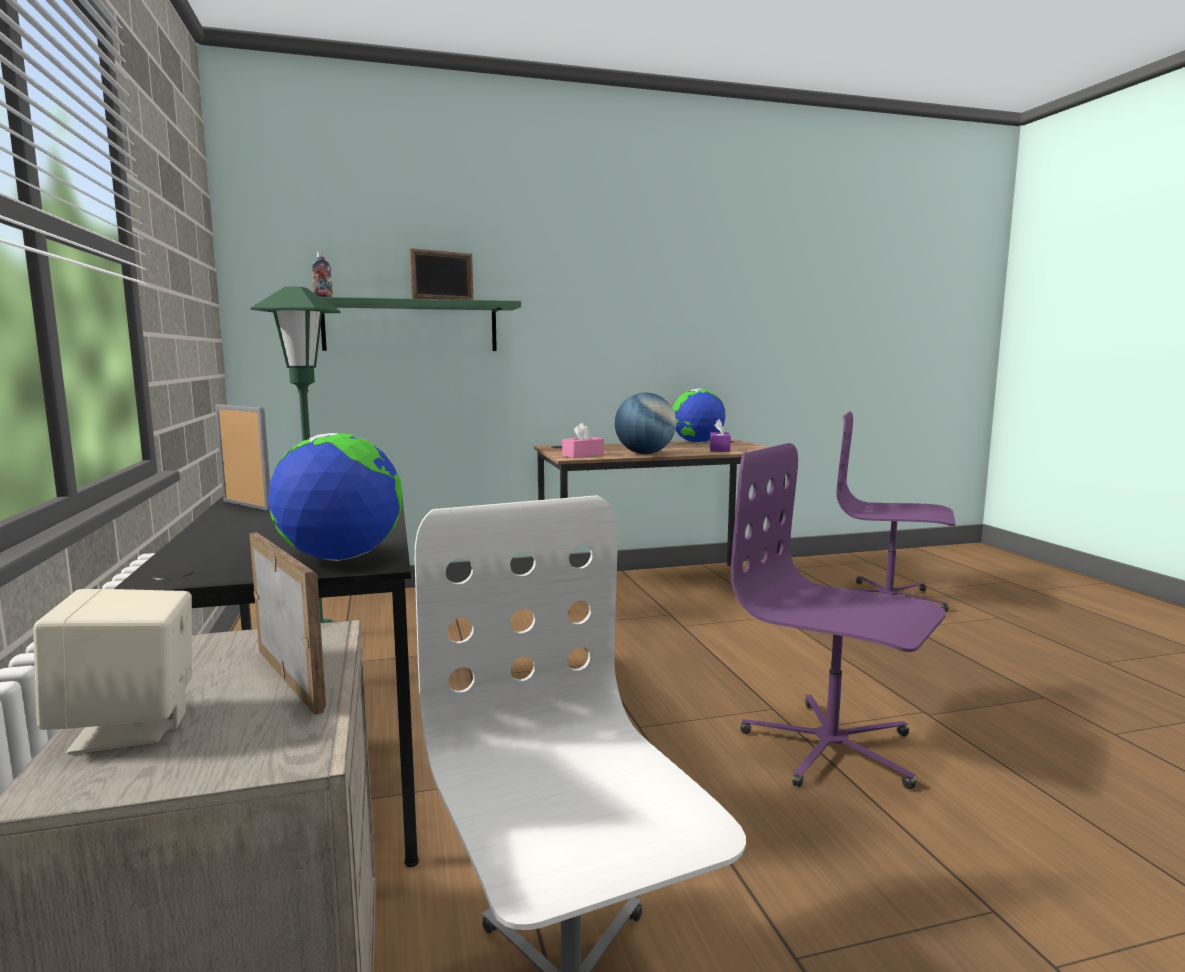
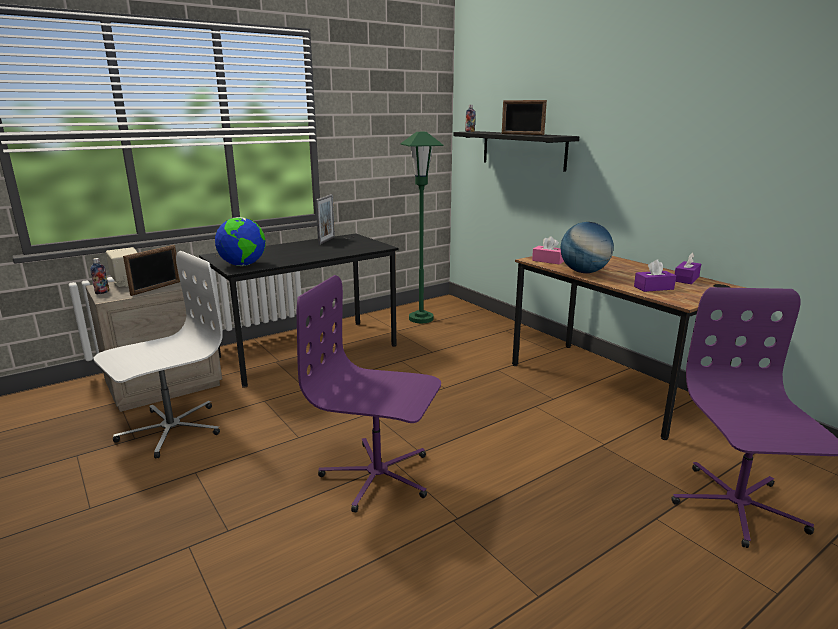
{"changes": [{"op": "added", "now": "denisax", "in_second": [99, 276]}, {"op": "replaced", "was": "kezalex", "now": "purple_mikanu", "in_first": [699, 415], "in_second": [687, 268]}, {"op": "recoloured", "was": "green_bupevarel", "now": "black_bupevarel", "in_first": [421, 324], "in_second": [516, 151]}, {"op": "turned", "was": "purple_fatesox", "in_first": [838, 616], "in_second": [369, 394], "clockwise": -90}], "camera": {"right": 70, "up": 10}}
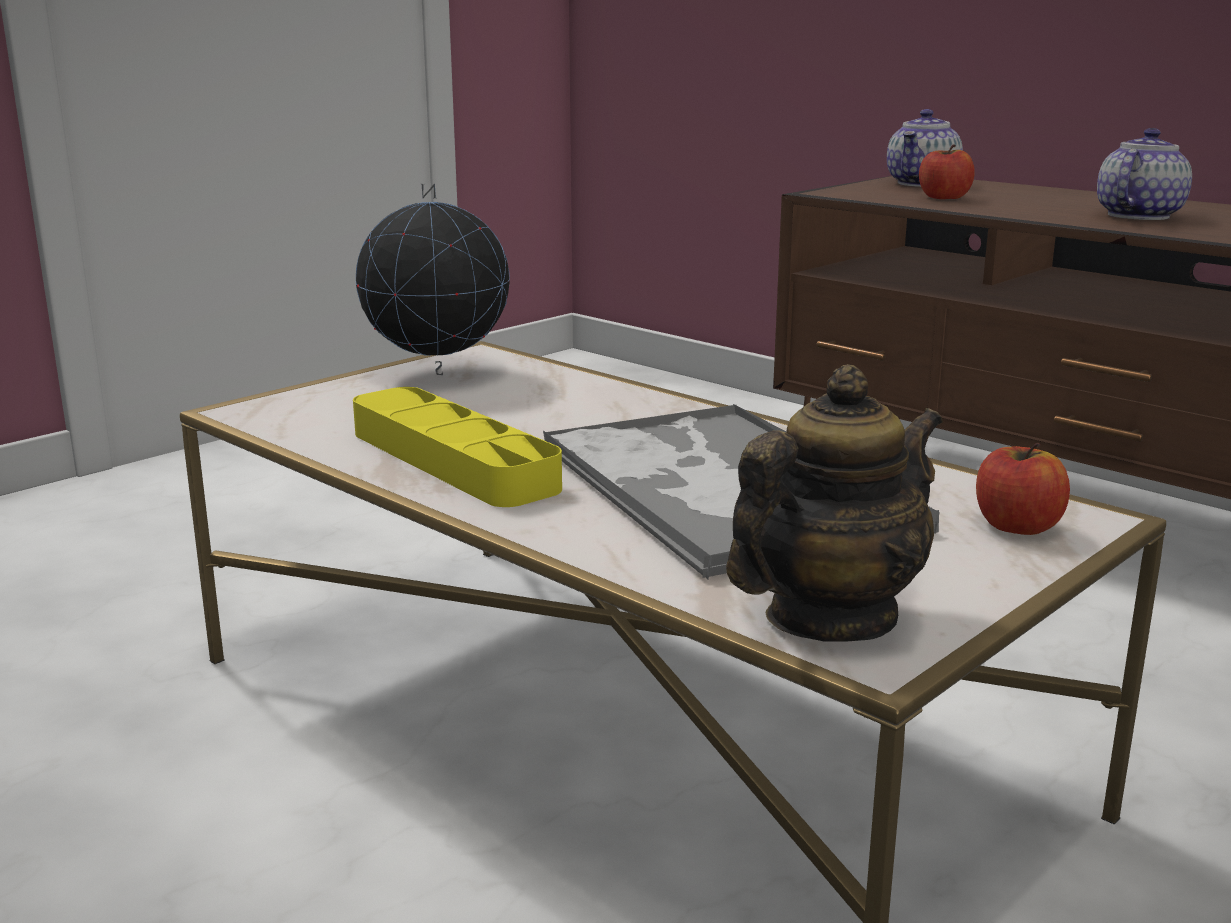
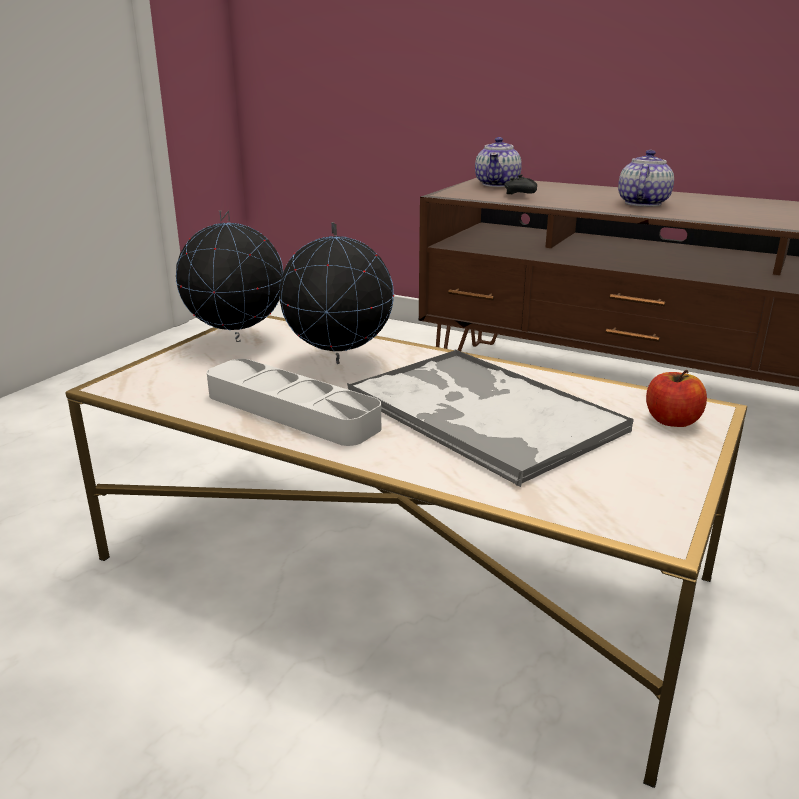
{"changes": [{"op": "removed", "was": "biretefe", "in_first": [834, 503]}, {"op": "added", "now": "kezalex", "in_second": [336, 293]}, {"op": "replaced", "was": "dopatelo", "now": "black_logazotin", "in_first": [947, 171], "in_second": [520, 184]}, {"op": "recoloured", "was": "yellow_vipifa", "now": "grey_vipifa", "in_first": [457, 447], "in_second": [294, 402]}], "camera": {"right": -15, "up": 5}}
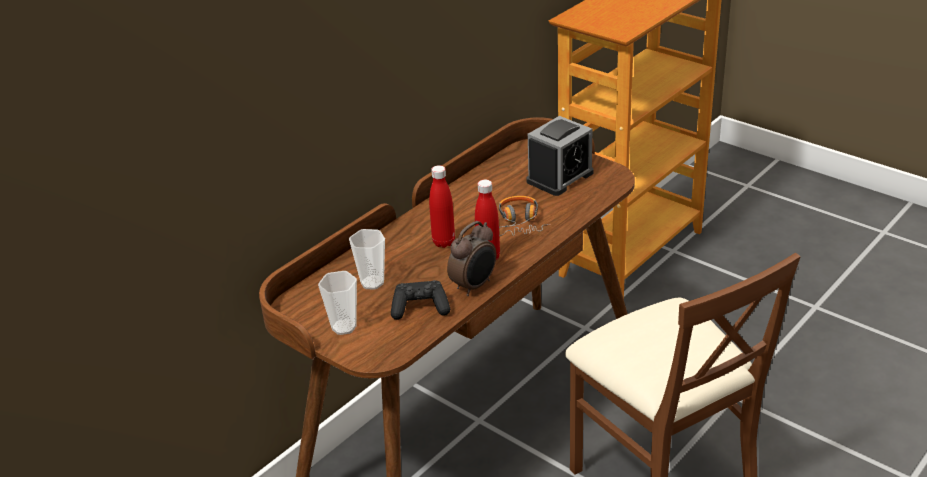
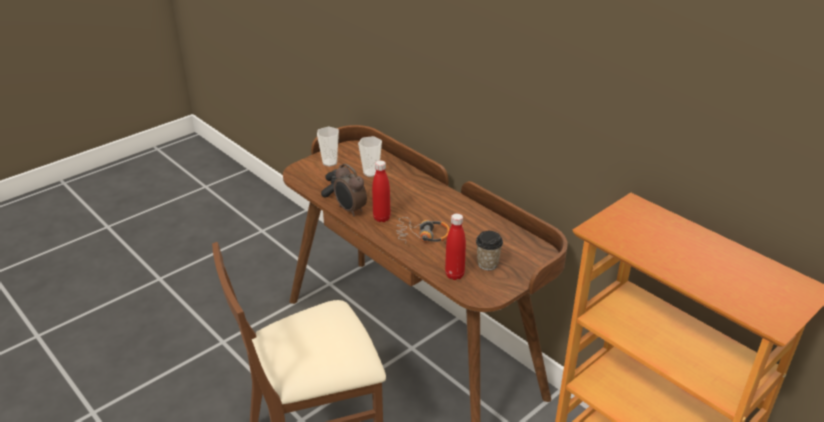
{"changes": [{"op": "moved", "was": "red_denisax", "in_first": [442, 206], "in_second": [455, 246]}, {"op": "replaced", "was": "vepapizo", "now": "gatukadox", "in_first": [560, 156], "in_second": [489, 250]}], "camera": {"right": 95, "up": 0}}
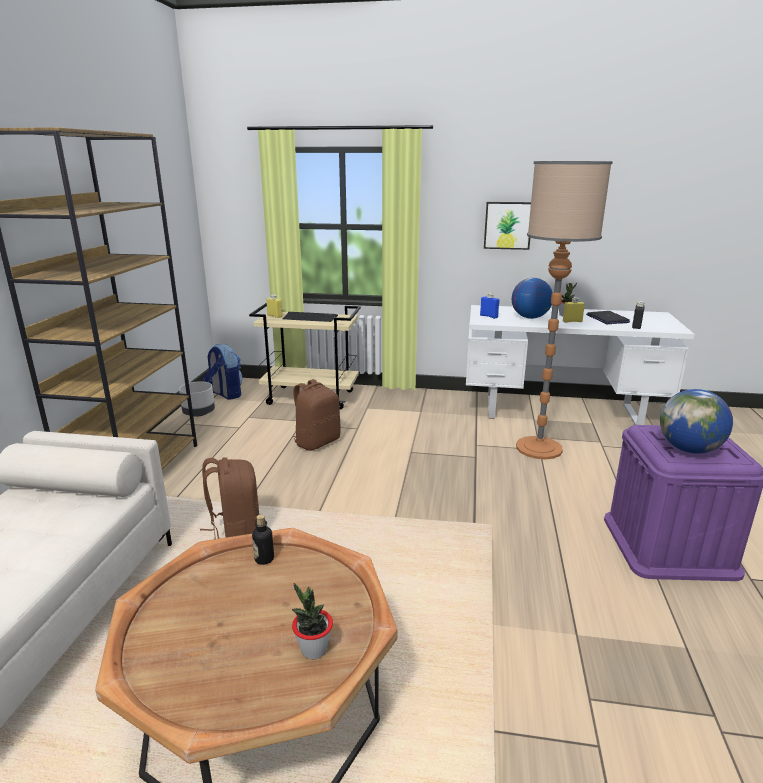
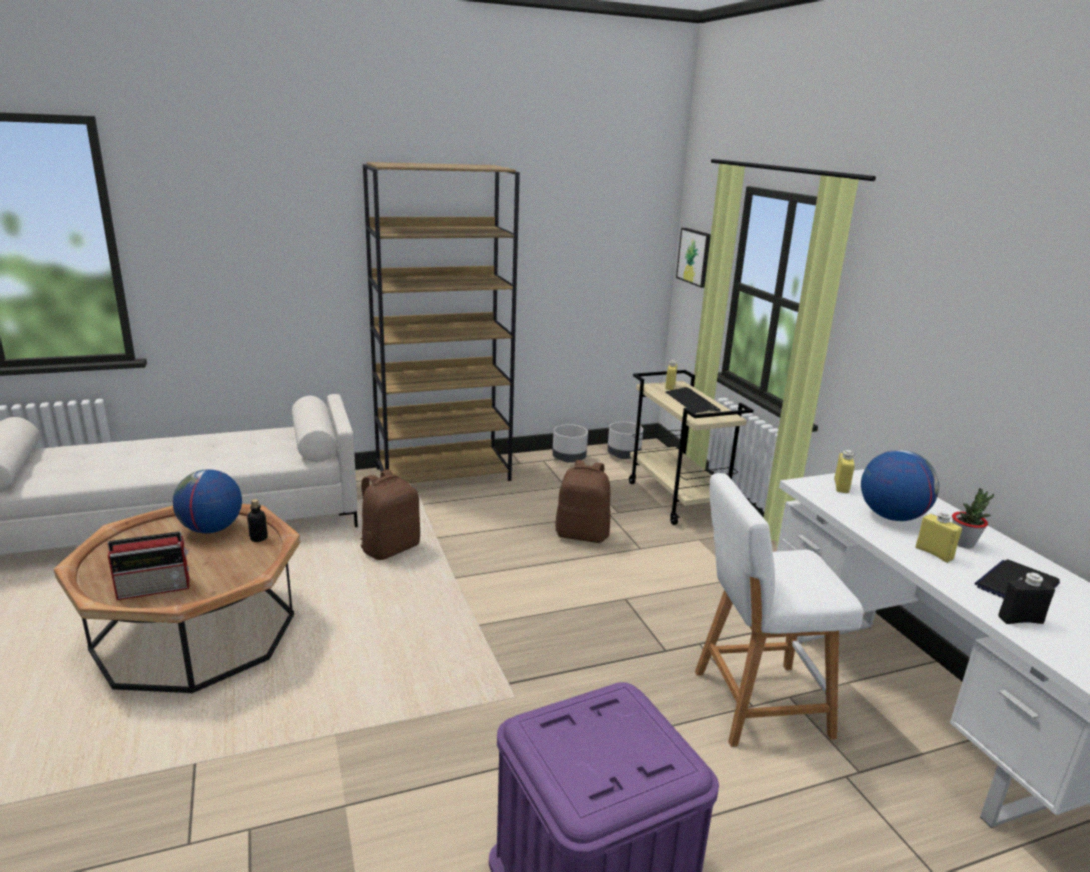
{"changes": [{"op": "moved", "was": "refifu", "in_first": [507, 226], "in_second": [693, 258]}, {"op": "moved", "was": "kezalex", "in_first": [696, 421], "in_second": [207, 501]}, {"op": "replaced", "was": "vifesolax", "now": "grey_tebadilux", "in_first": [223, 372], "in_second": [625, 440]}, {"op": "replaced", "was": "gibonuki", "now": "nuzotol", "in_first": [312, 621], "in_second": [148, 565]}, {"op": "replaced", "was": "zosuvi", "now": "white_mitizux", "in_first": [564, 310], "in_second": [779, 610]}, {"op": "recoloured", "was": "blue_denisax", "now": "yellow_denisax", "in_first": [489, 306], "in_second": [844, 471]}], "camera": {"right": 60, "up": 0}}
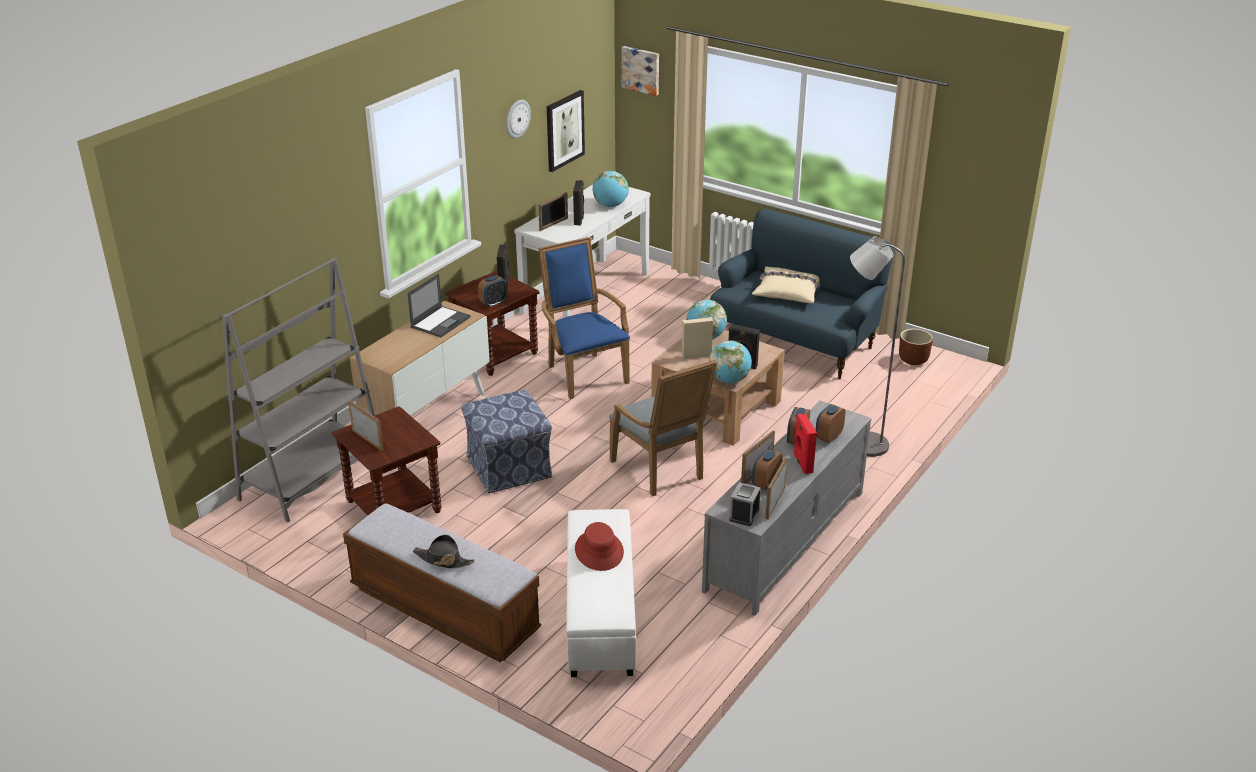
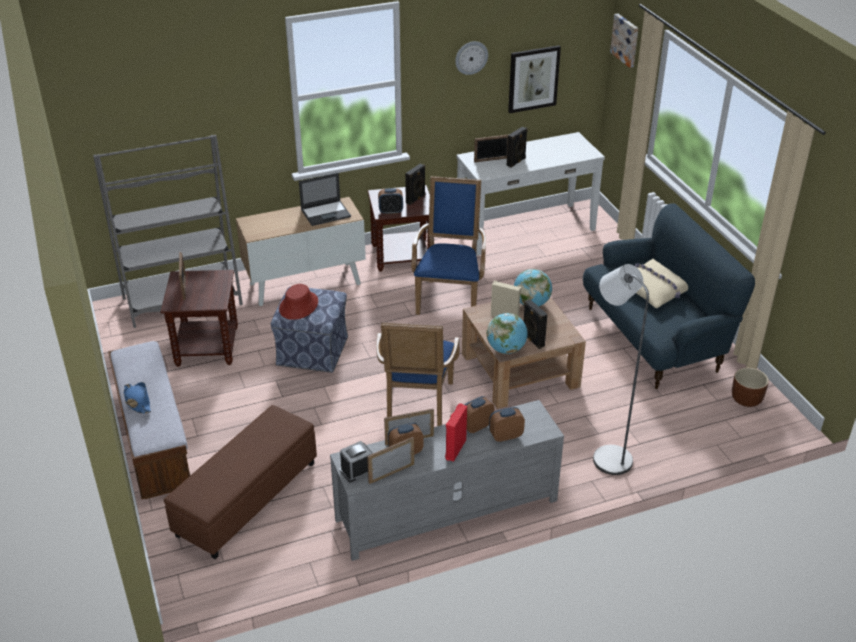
{"changes": [{"op": "removed", "was": "kezalex", "in_first": [610, 189]}, {"op": "moved", "was": "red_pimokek", "in_first": [599, 546], "in_second": [298, 302]}, {"op": "recoloured", "was": "black_pimokek", "now": "blue_pimokek", "in_first": [443, 552], "in_second": [137, 398]}, {"op": "recoloured", "was": "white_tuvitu", "now": "brown_tuvitu", "in_first": [601, 593], "in_second": [240, 482]}, {"op": "recoloured", "was": "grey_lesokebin", "now": "blue_lesokebin", "in_first": [663, 428], "in_second": [418, 374]}], "camera": {"right": 35, "up": 5}}
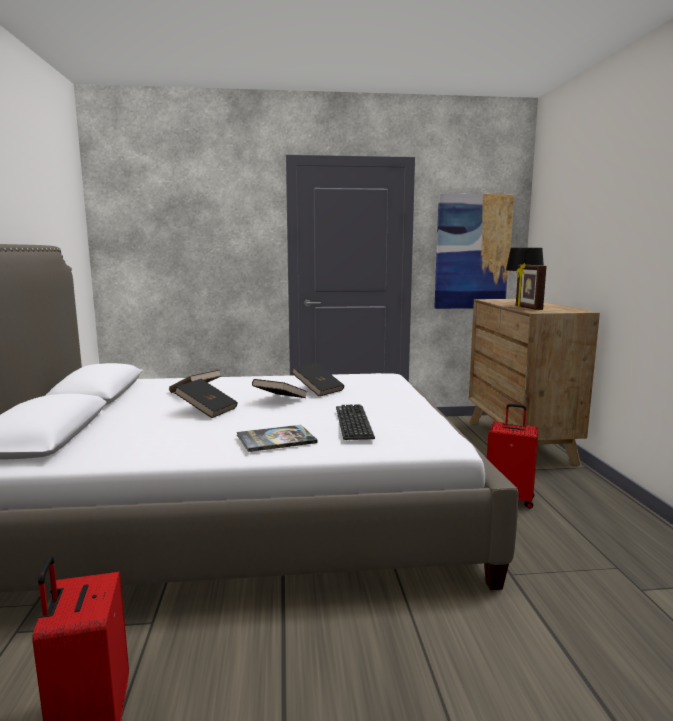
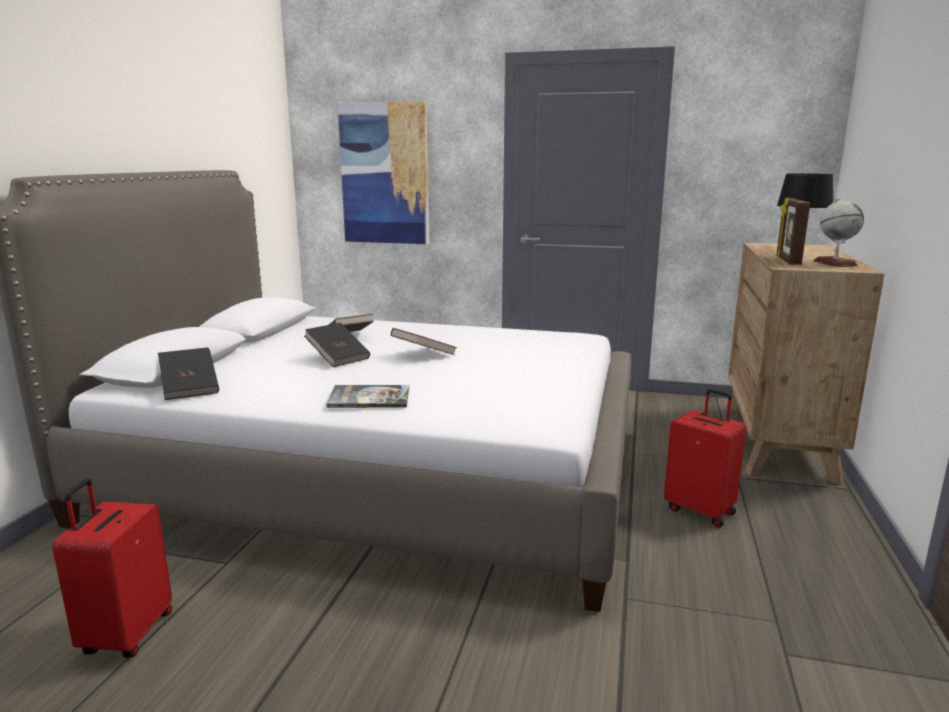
{"changes": [{"op": "removed", "was": "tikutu", "in_first": [355, 422]}, {"op": "added", "now": "kezalex", "in_second": [839, 232]}, {"op": "moved", "was": "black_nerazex", "in_first": [318, 379], "in_second": [188, 373]}, {"op": "moved", "was": "refifu", "in_first": [474, 251], "in_second": [383, 172]}], "camera": {"right": 20, "up": 5}}
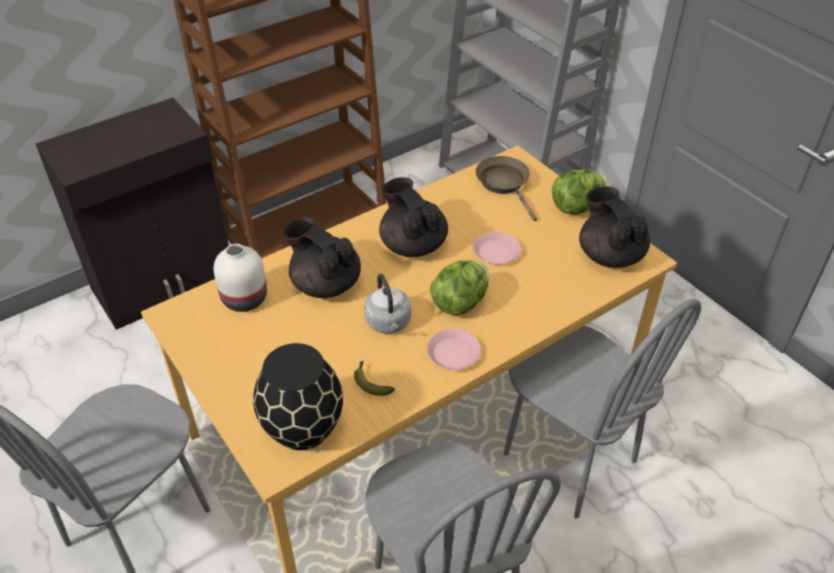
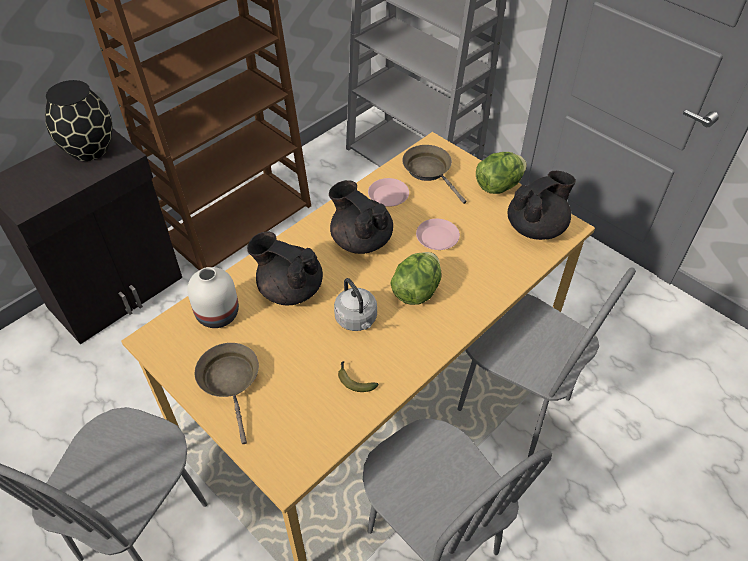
{"changes": [{"op": "added", "now": "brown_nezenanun", "in_second": [227, 393]}, {"op": "moved", "was": "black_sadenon", "in_first": [298, 396], "in_second": [78, 120]}, {"op": "moved", "was": "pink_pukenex", "in_first": [454, 349], "in_second": [388, 192]}, {"op": "turned", "was": "black_biretefe", "in_first": [614, 227], "in_second": [542, 205], "clockwise": 90}], "camera": {"right": -10, "up": 5}}
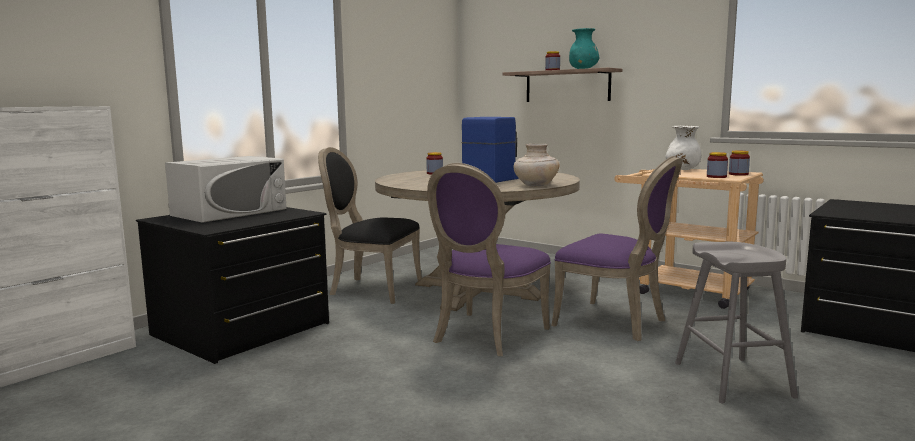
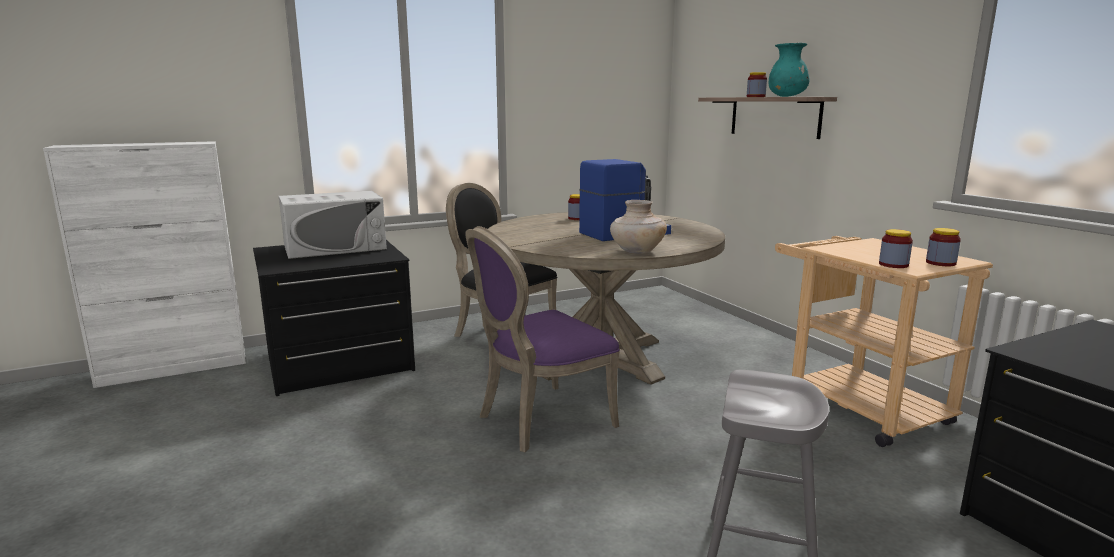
{"changes": [{"op": "removed", "was": "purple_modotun", "in_first": [617, 248]}, {"op": "removed", "was": "white_sadenon", "in_first": [683, 148]}], "camera": {"right": 25, "up": 5}}
